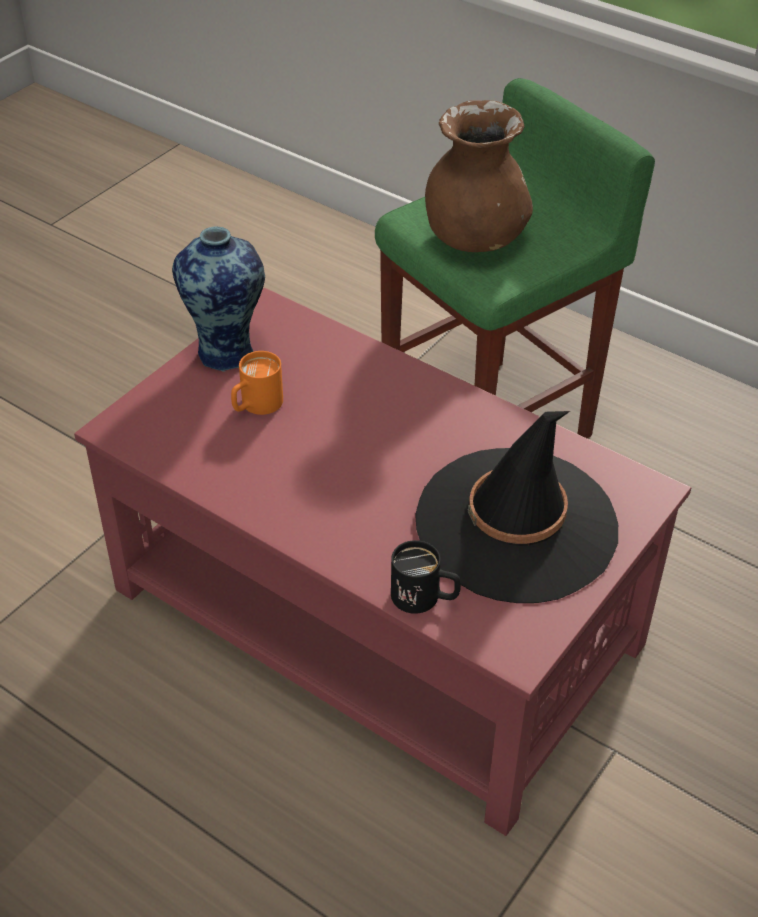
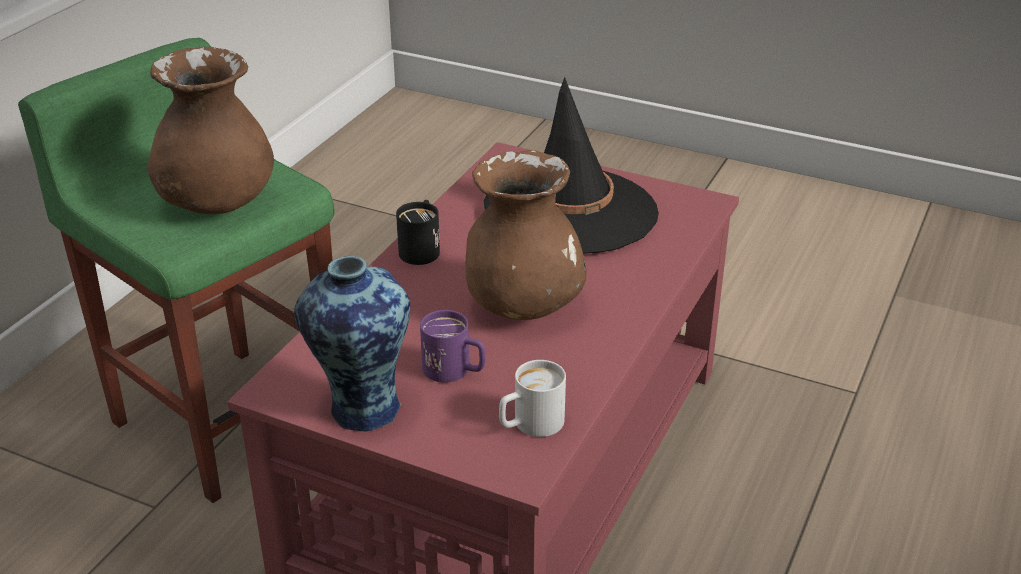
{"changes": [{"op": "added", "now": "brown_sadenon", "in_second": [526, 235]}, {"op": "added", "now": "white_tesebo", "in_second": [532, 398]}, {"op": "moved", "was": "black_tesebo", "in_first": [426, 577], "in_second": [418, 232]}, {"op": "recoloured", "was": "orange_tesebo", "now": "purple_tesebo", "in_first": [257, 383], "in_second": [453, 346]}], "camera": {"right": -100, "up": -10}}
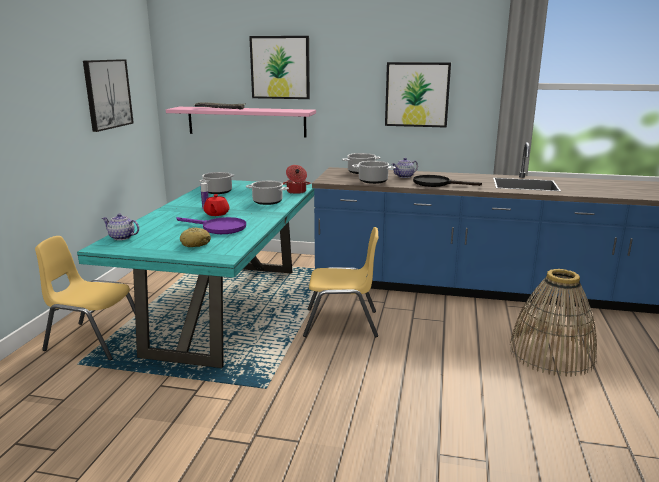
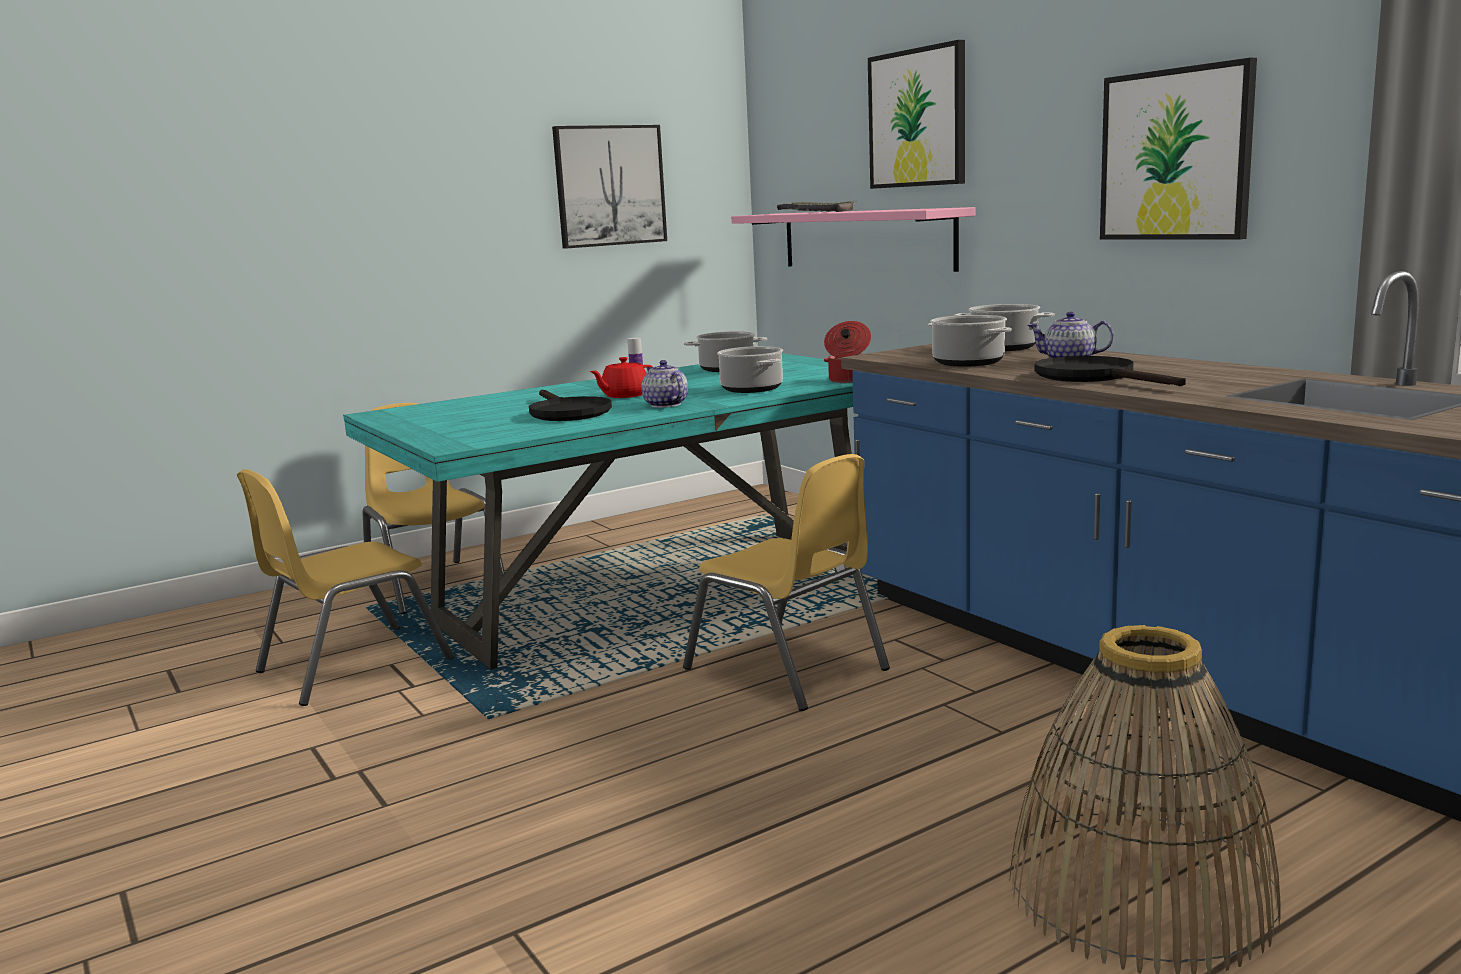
{"changes": [{"op": "removed", "was": "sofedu", "in_first": [195, 237]}, {"op": "added", "now": "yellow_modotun", "in_second": [345, 587]}, {"op": "moved", "was": "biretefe", "in_first": [120, 226], "in_second": [665, 384]}, {"op": "recoloured", "was": "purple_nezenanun", "now": "black_nezenanun", "in_first": [211, 225], "in_second": [570, 405]}], "camera": {"right": 45, "up": -5}}
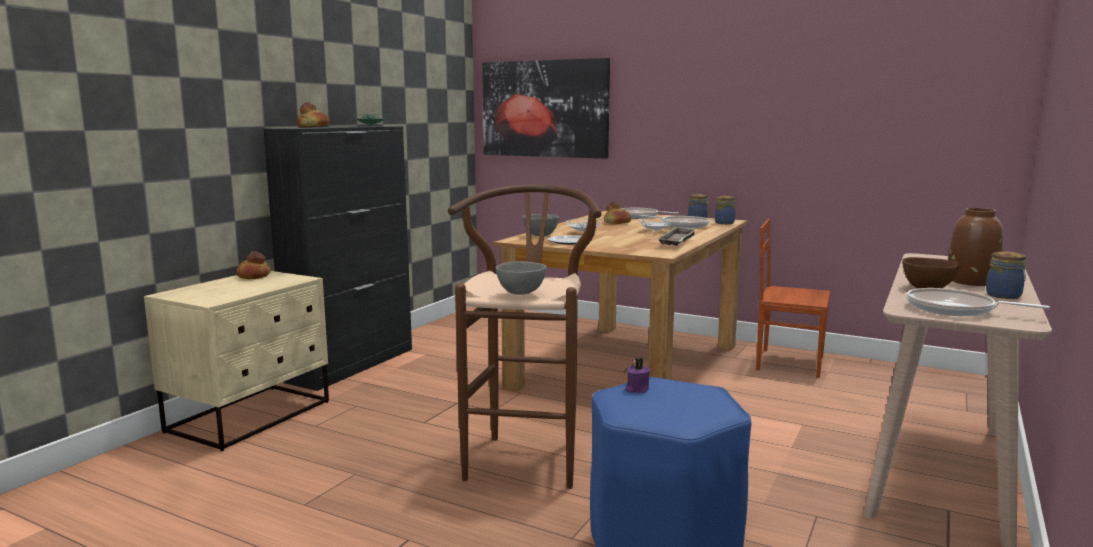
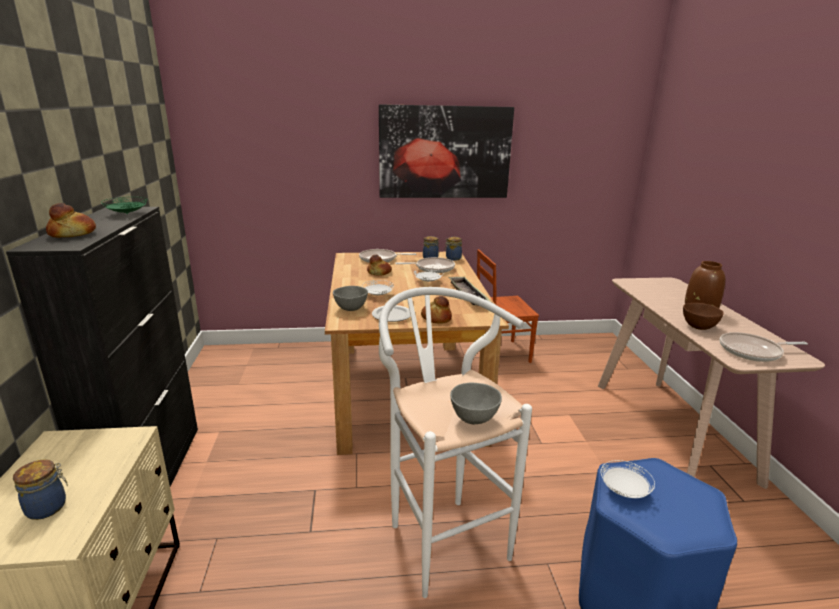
{"changes": [{"op": "moved", "was": "sofedu", "in_first": [253, 265], "in_second": [436, 310]}, {"op": "moved", "was": "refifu", "in_first": [546, 108], "in_second": [446, 151]}, {"op": "moved", "was": "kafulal", "in_first": [1006, 275], "in_second": [40, 489]}, {"op": "replaced", "was": "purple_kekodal", "now": "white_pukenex", "in_first": [637, 375], "in_second": [628, 479]}, {"op": "recoloured", "was": "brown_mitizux", "now": "white_mitizux", "in_first": [525, 336], "in_second": [455, 442]}], "camera": {"right": -35, "up": 10}}
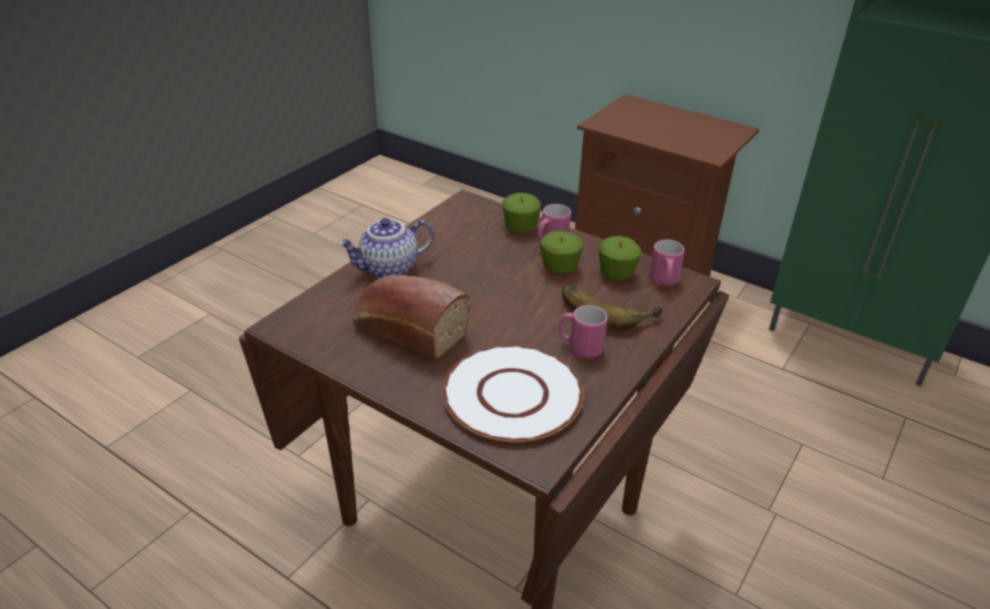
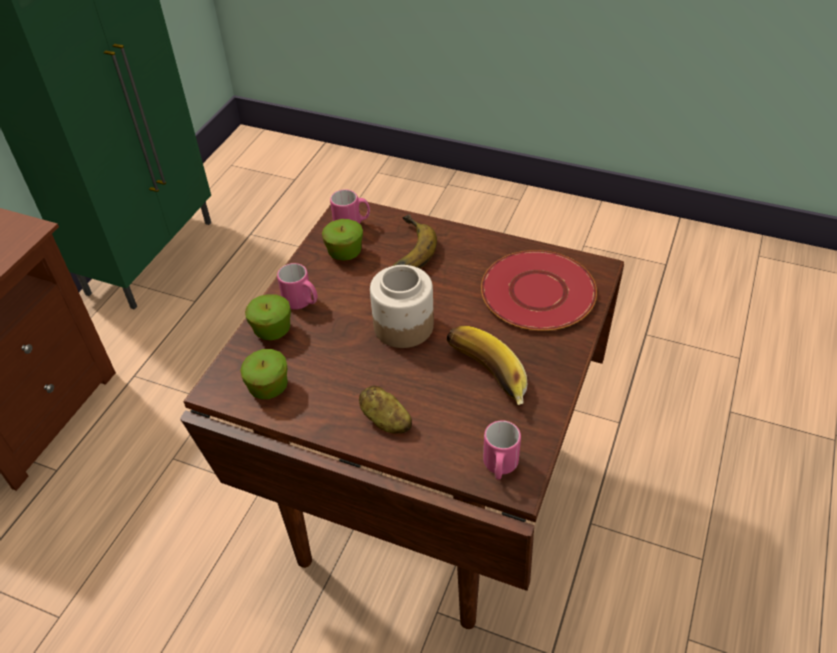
{"changes": [{"op": "added", "now": "kafulal", "in_second": [402, 306]}, {"op": "moved", "was": "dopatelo", "in_first": [561, 252], "in_second": [264, 374]}, {"op": "moved", "was": "pink_tesebo", "in_first": [583, 331], "in_second": [502, 450]}, {"op": "replaced", "was": "biretefe", "now": "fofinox", "in_first": [386, 248], "in_second": [385, 409]}, {"op": "replaced", "was": "sofedu", "now": "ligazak", "in_first": [411, 318], "in_second": [487, 365]}, {"op": "recoloured", "was": "white_pukenex", "now": "red_pukenex", "in_first": [513, 393], "in_second": [539, 290]}], "camera": {"right": -100, "up": 10}}
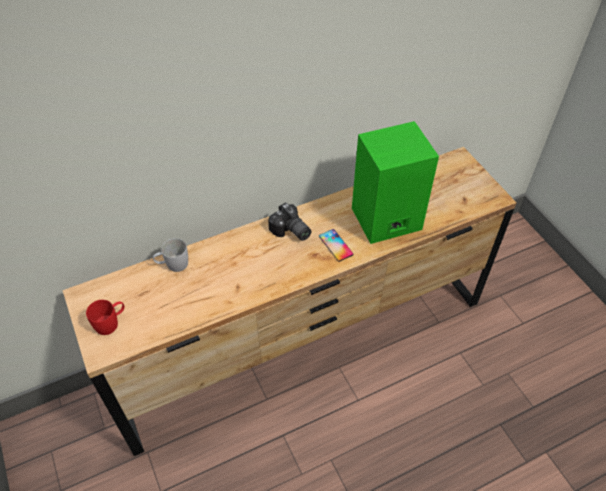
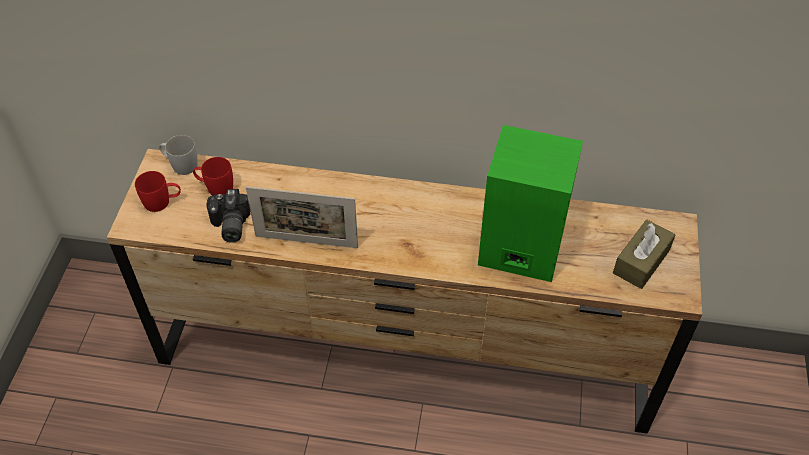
{"changes": [{"op": "removed", "was": "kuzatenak", "in_first": [336, 245]}, {"op": "added", "now": "red_tesebo", "in_second": [213, 176]}, {"op": "added", "now": "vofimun", "in_second": [302, 217]}, {"op": "added", "now": "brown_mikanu", "in_second": [644, 254]}, {"op": "moved", "was": "white_tesebo", "in_first": [170, 255], "in_second": [178, 155]}, {"op": "moved", "was": "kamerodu", "in_first": [289, 221], "in_second": [228, 216]}], "camera": {"right": 35, "up": 0}}
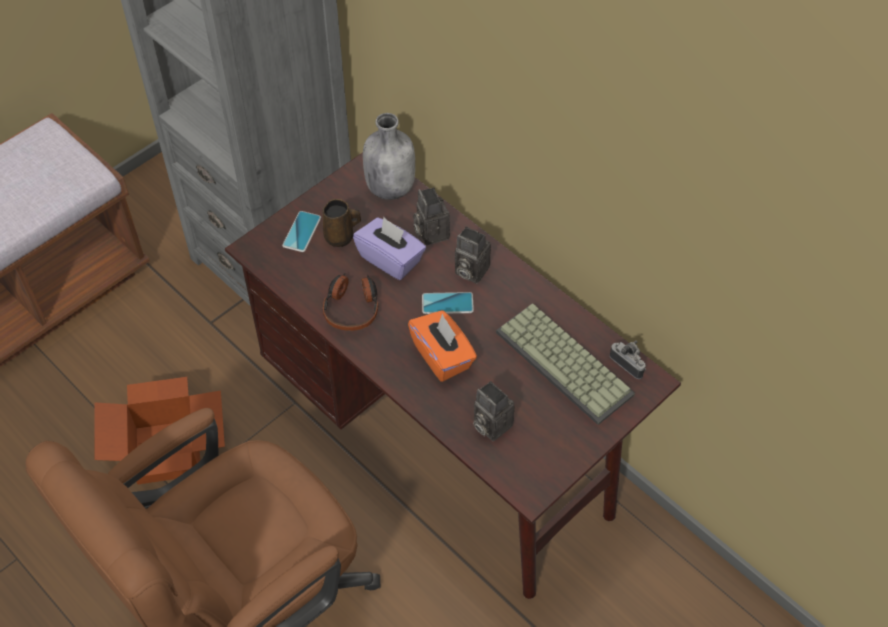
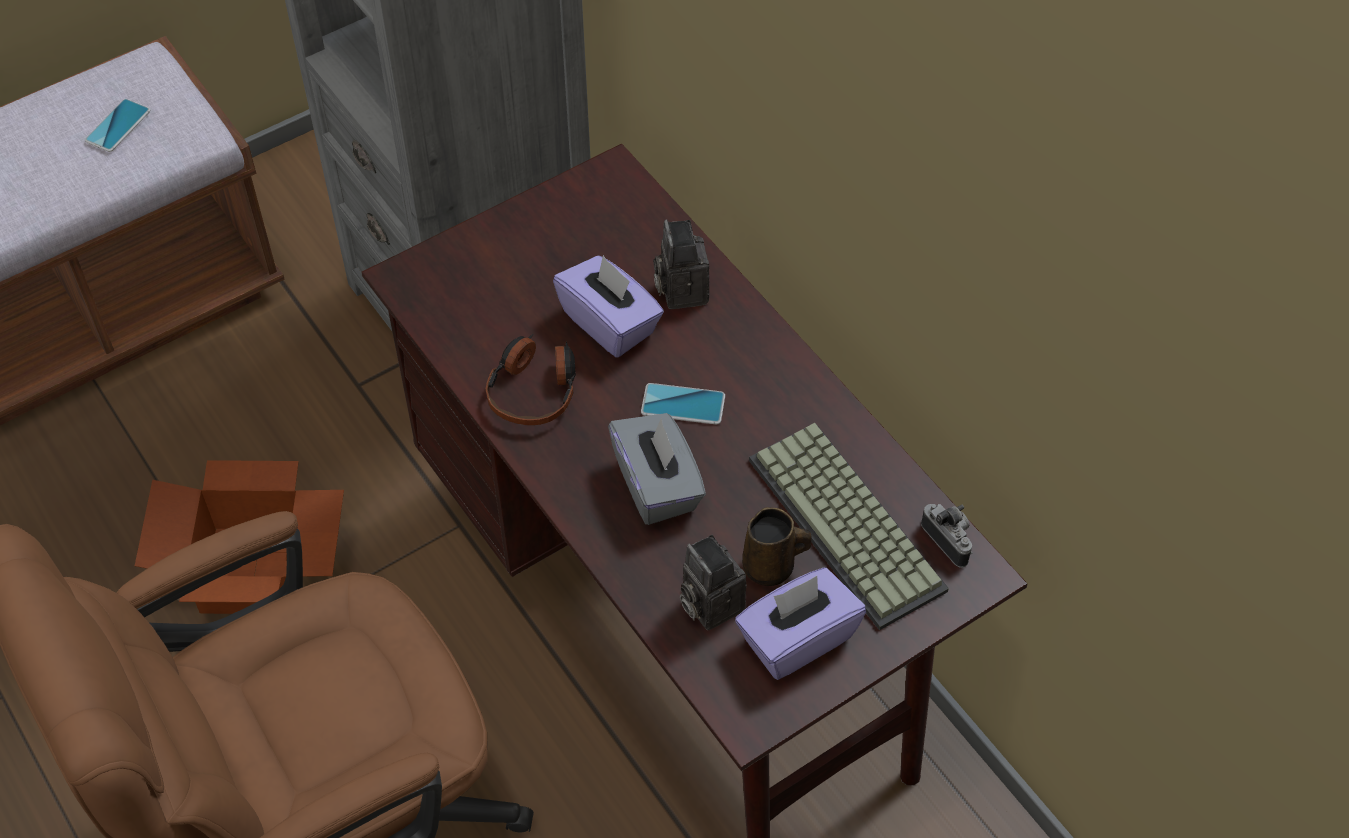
{"changes": [{"op": "removed", "was": "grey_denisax", "in_first": [389, 156]}, {"op": "removed", "was": "kamerodu", "in_first": [473, 255]}, {"op": "added", "now": "purple_mikanu", "in_second": [800, 624]}, {"op": "moved", "was": "kuzatenak", "in_first": [301, 231], "in_second": [117, 125]}, {"op": "moved", "was": "brown_tesebo", "in_first": [342, 223], "in_second": [777, 546]}, {"op": "recoloured", "was": "orange_mikanu", "now": "grey_mikanu", "in_first": [442, 346], "in_second": [657, 469]}], "camera": {"right": 10, "up": 0}}
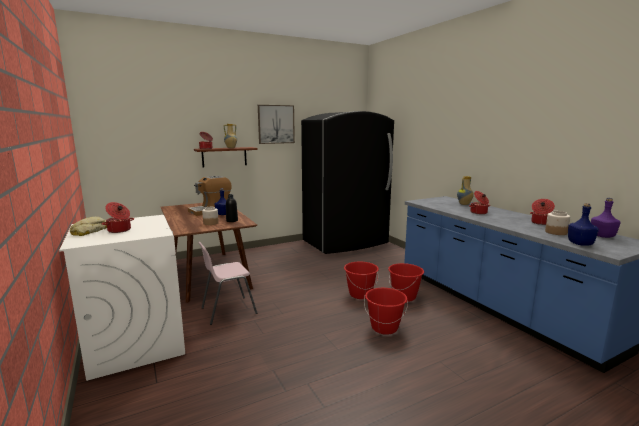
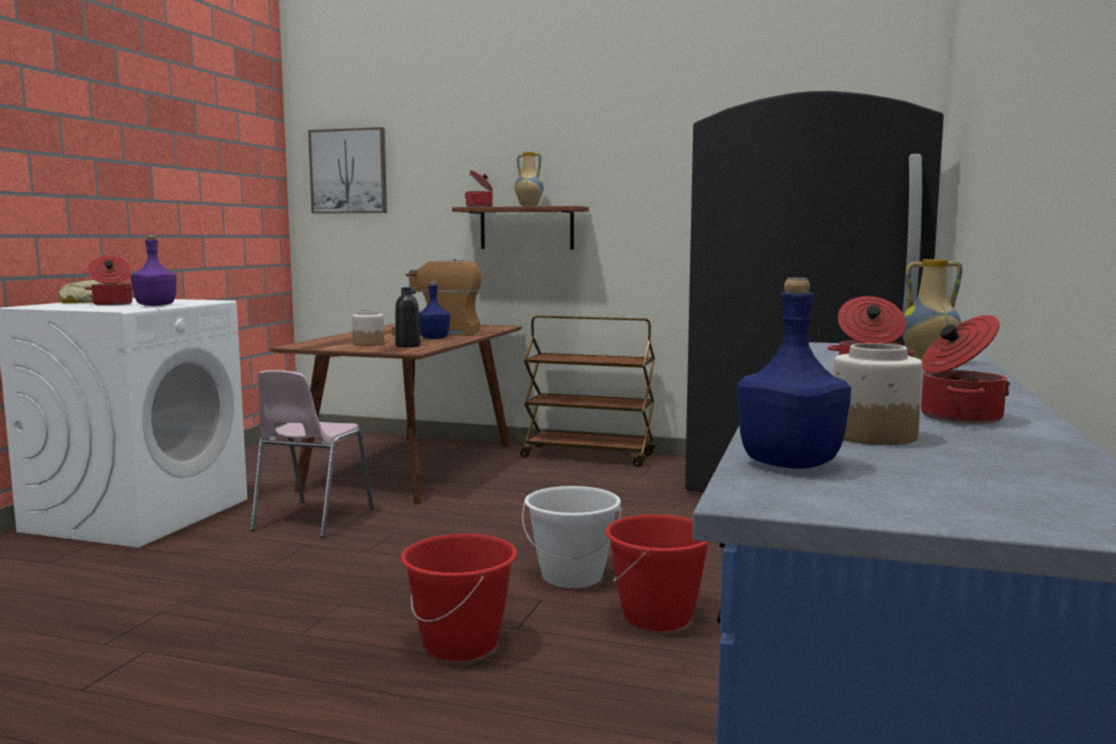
{"changes": [{"op": "added", "now": "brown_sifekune", "in_second": [587, 391]}, {"op": "moved", "was": "refifu", "in_first": [276, 124], "in_second": [347, 170]}, {"op": "moved", "was": "purple_denisax", "in_first": [606, 218], "in_second": [154, 270]}, {"op": "recoloured", "was": "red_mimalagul", "now": "white_mimalagul", "in_first": [361, 280], "in_second": [572, 537]}, {"op": "turned", "was": "pink_modotun", "in_first": [227, 283], "in_second": [312, 454], "clockwise": -90}], "camera": {"right": 45, "up": -5}}
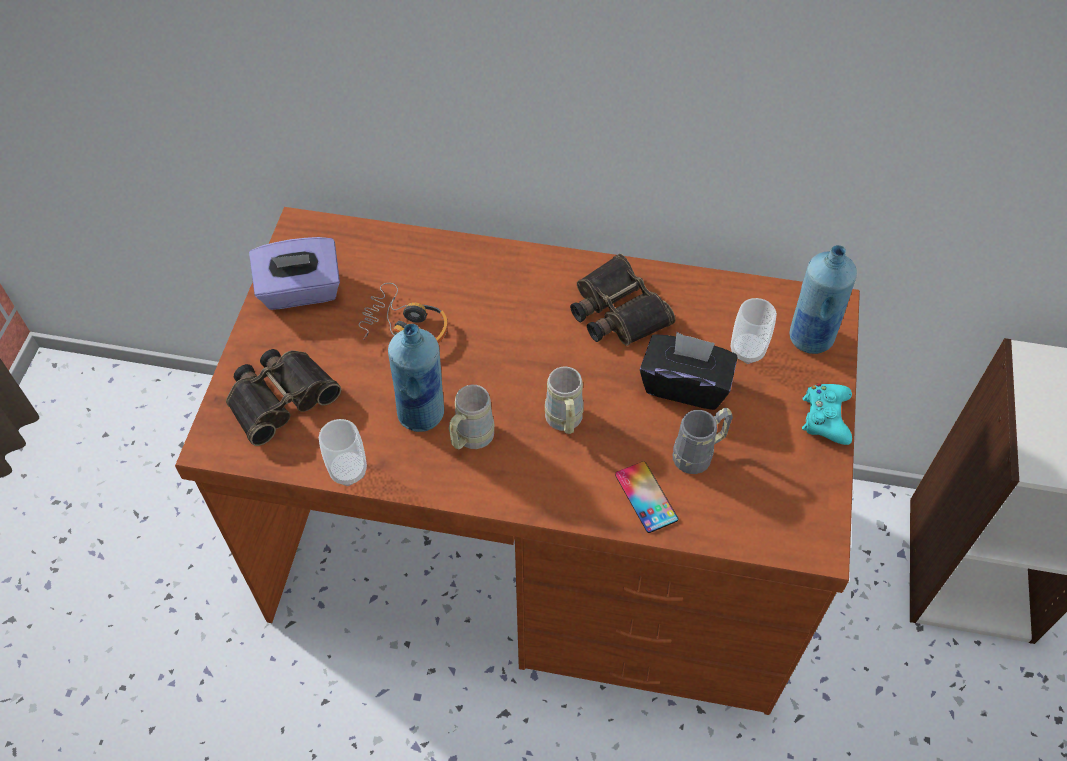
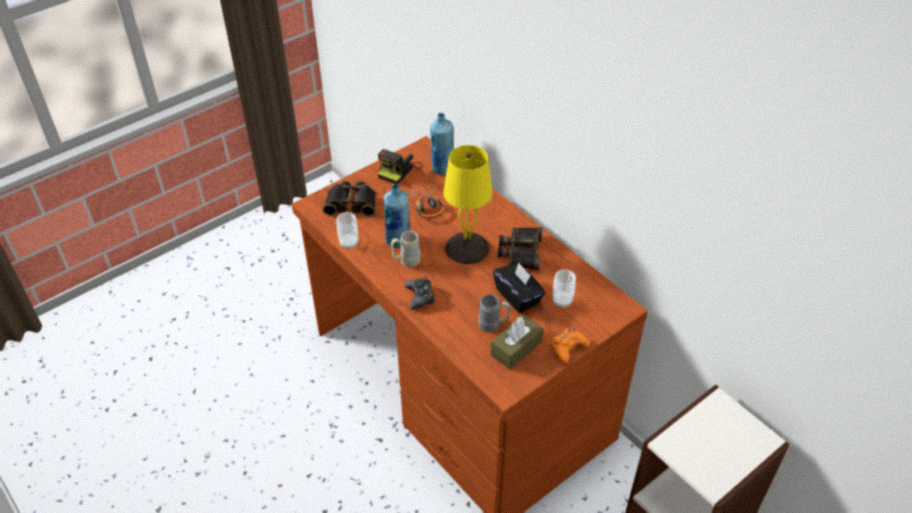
{"changes": [{"op": "removed", "was": "beige_tesebo", "in_first": [564, 400]}, {"op": "removed", "was": "kuzatenak", "in_first": [646, 497]}, {"op": "added", "now": "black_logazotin", "in_second": [420, 293]}, {"op": "added", "now": "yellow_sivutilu", "in_second": [468, 204]}, {"op": "added", "now": "brown_mikanu", "in_second": [517, 342]}, {"op": "moved", "was": "blue_denisax", "in_first": [823, 299], "in_second": [441, 144]}, {"op": "replaced", "was": "purple_mikanu", "now": "kamerodu", "in_first": [294, 273], "in_second": [400, 167]}, {"op": "recoloured", "was": "turquoise_logazotin", "now": "orange_logazotin", "in_first": [827, 414], "in_second": [570, 345]}], "camera": {"right": 40, "up": -10}}
